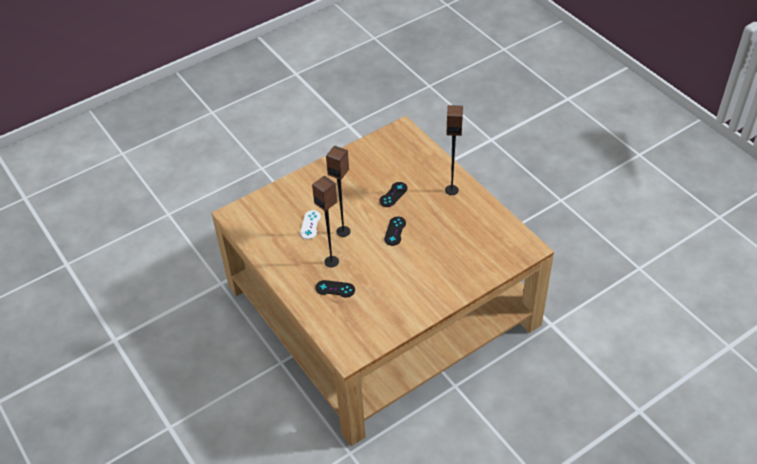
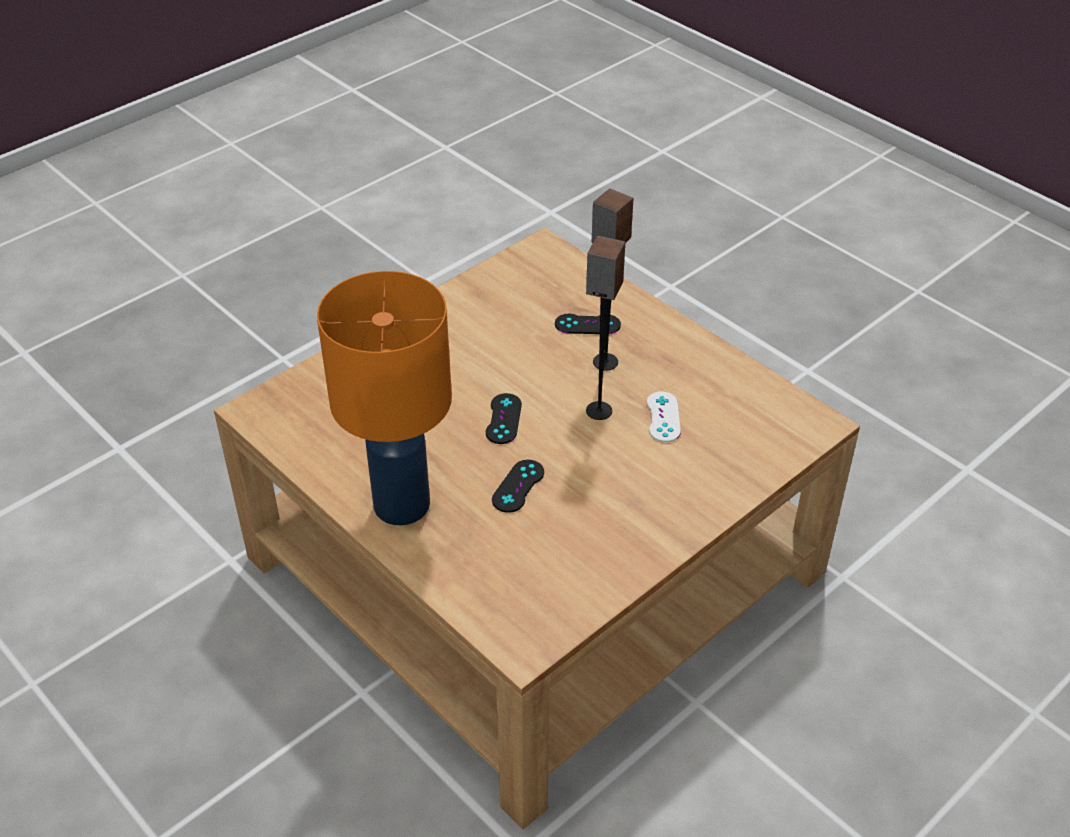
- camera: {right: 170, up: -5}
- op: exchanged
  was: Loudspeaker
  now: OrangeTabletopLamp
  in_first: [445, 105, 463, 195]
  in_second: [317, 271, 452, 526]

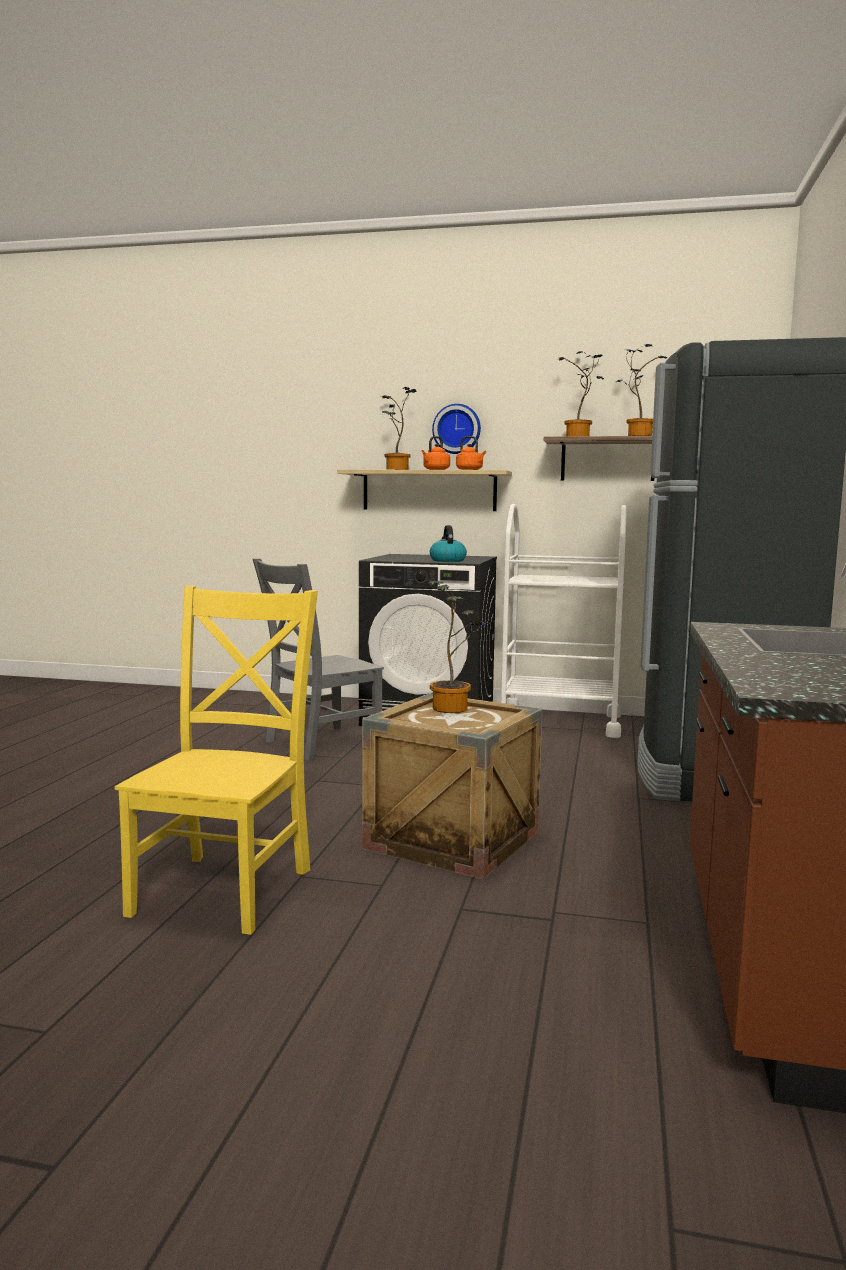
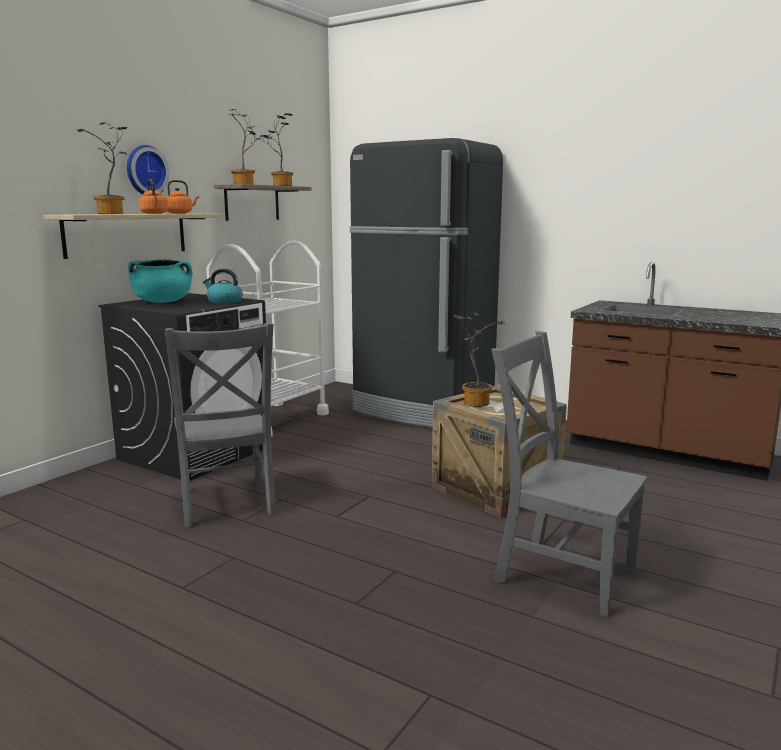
- camera: {right: -70, up: 5}
- op: colour
  was: YellowChair
  now: GreyChair
  in_first: [115, 586, 318, 935]
  in_second: [492, 331, 647, 617]
- op: appeared
  now: TurquoiseCookingPot
  in_second: [128, 259, 193, 303]

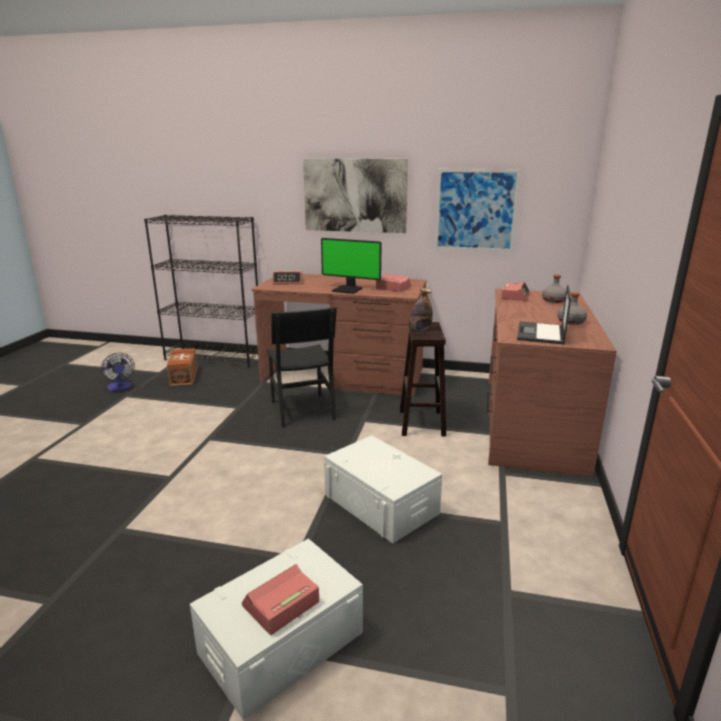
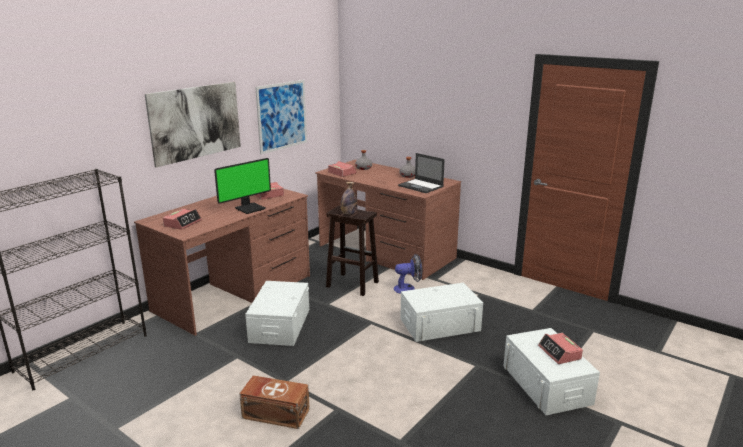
- camera: {right: -65, up: 0}
- op: exchanged
  was: BlackColouredChair
  now: WhiteStorageContainer
  in_first: [267, 307, 337, 428]
  in_second: [245, 281, 309, 346]
- op: relocated
  was: BrownishStorageContainer
  in_first: [167, 348, 197, 386]
  in_second: [239, 375, 310, 429]
- op: relocated
  was: Fan
  in_first: [101, 353, 135, 391]
  in_second: [394, 254, 422, 294]

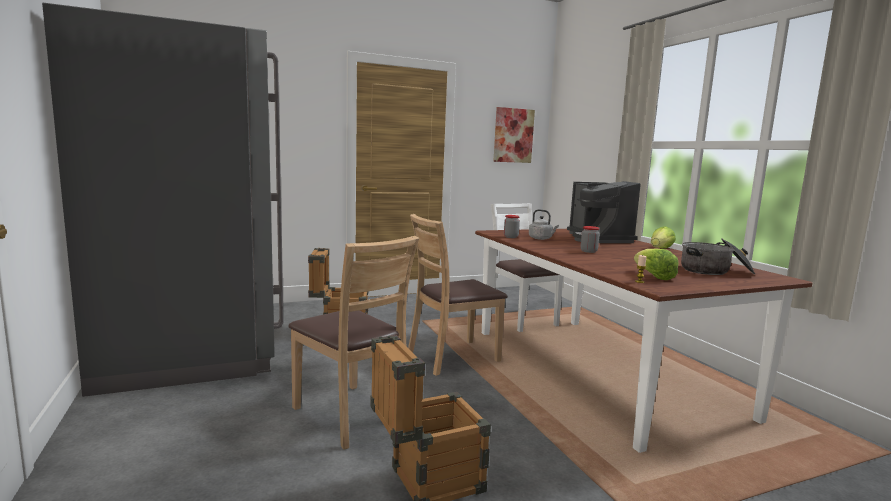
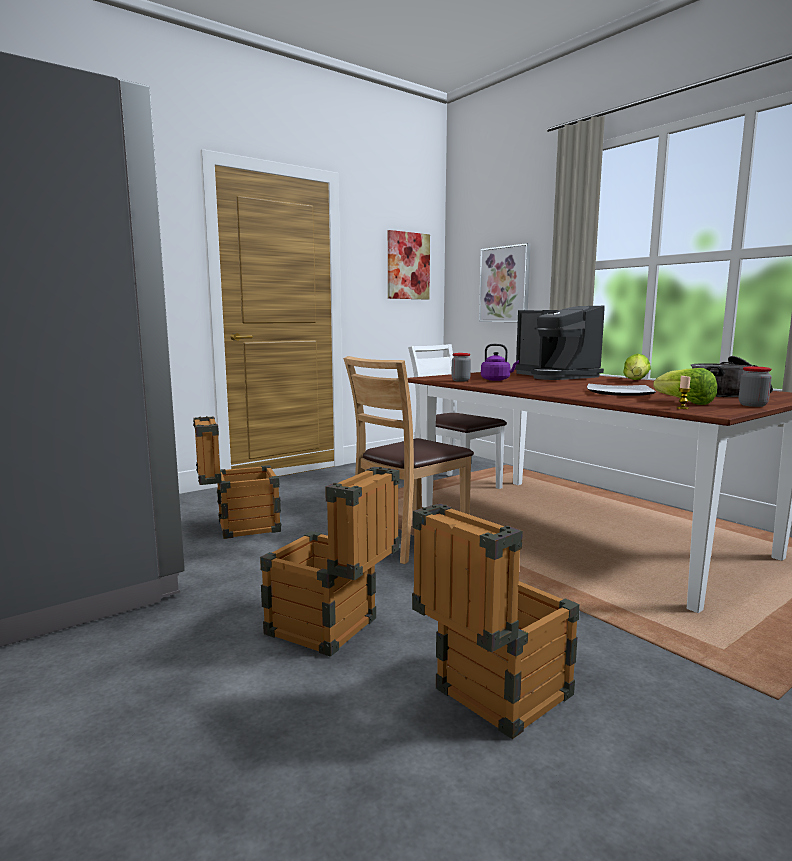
- camera: {right: -15, up: 0}
- op: colour
  was: GreyKettle
  now: PurpleKettle
  in_first: [529, 209, 559, 240]
  in_second: [481, 344, 519, 381]
- op: relocated
  was: Jar
  in_first: [580, 226, 600, 253]
  in_second: [739, 366, 772, 407]
- op: exchanged
  was: BrownishChair
  now: Crate
  in_first: [288, 236, 419, 450]
  in_second: [260, 467, 400, 657]
- op: appeared
  now: WallPicture
  in_second: [479, 243, 531, 322]
- op: appeared
  now: Plate
  in_second: [587, 384, 656, 396]

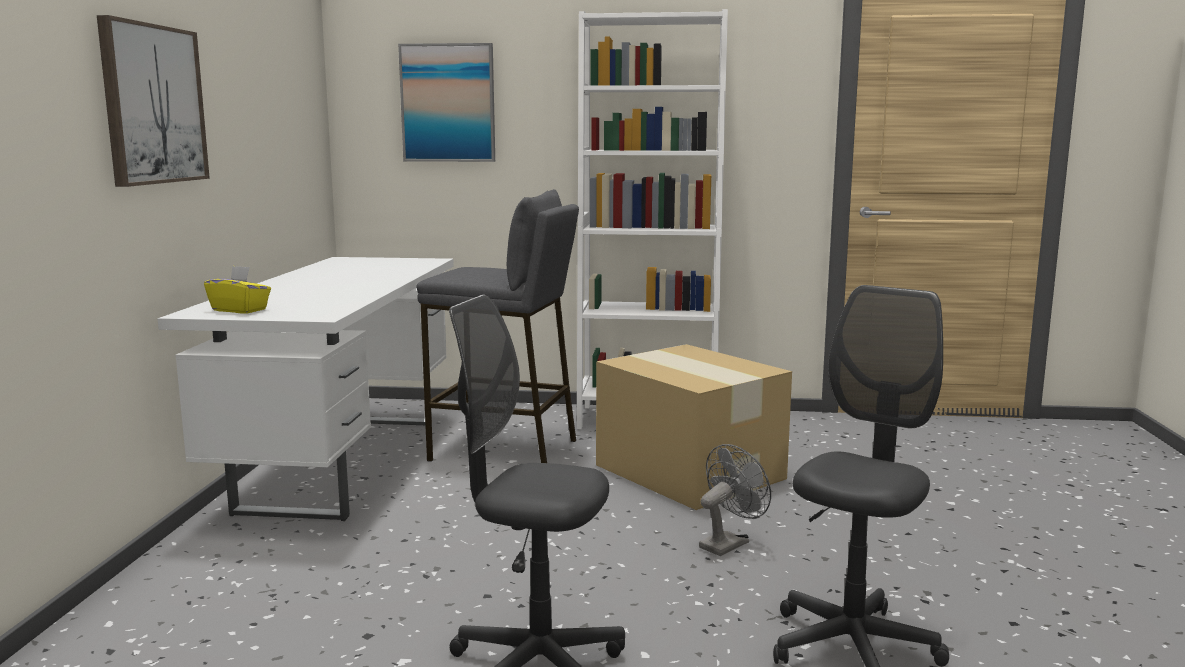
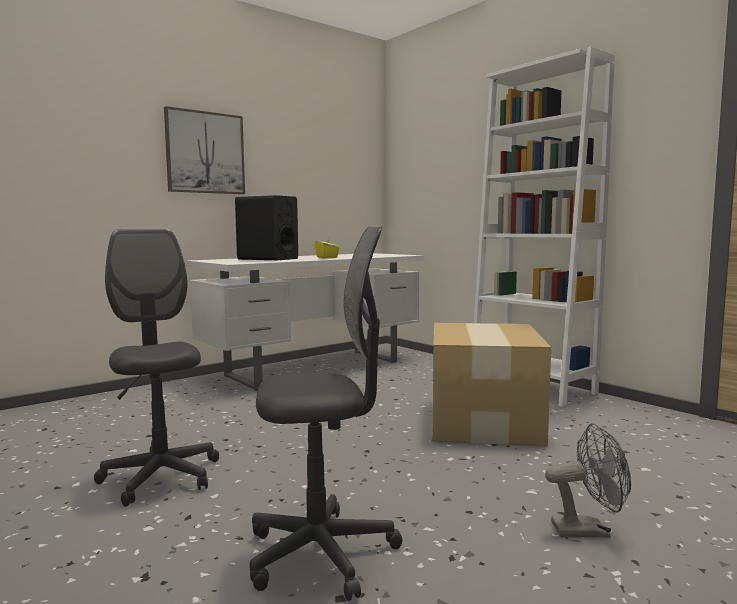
- camera: {right: 45, up: -5}
- op: missing
  was: WallPicture
  in_first: [398, 43, 495, 162]
- op: missing
  was: GreyStoolSeat
  in_first: [416, 189, 579, 463]
- op: relocated
  was: YellowTissueHolder
  in_first: [204, 266, 271, 314]
  in_second: [315, 235, 340, 258]
- op: relocated
  was: GreyFan
  in_first: [699, 444, 771, 556]
  in_second: [545, 423, 631, 538]
- op: appeared
  now: BlackColouredLoudspeaker
  in_second: [235, 195, 298, 260]

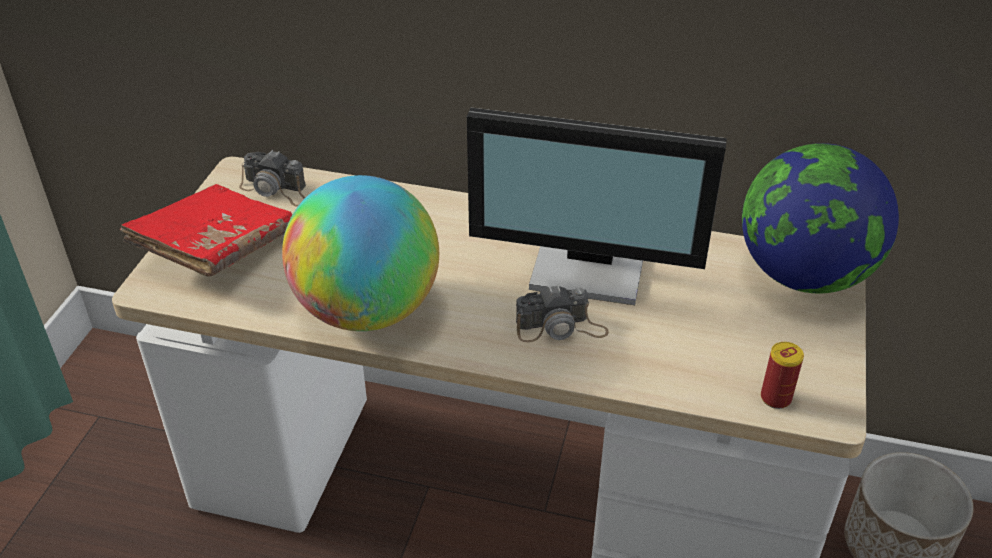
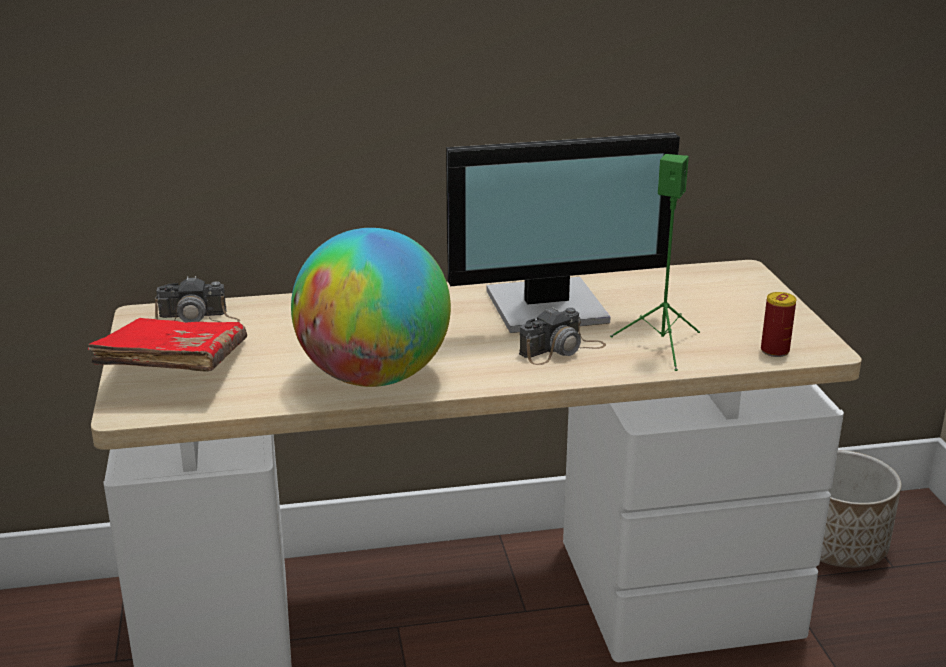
- camera: {right: -25, up: -15}
- op: missing
  was: Globe
  in_first: [742, 143, 899, 294]
- op: appeared
  now: GreenLoudspeaker
  in_second: [610, 154, 700, 371]

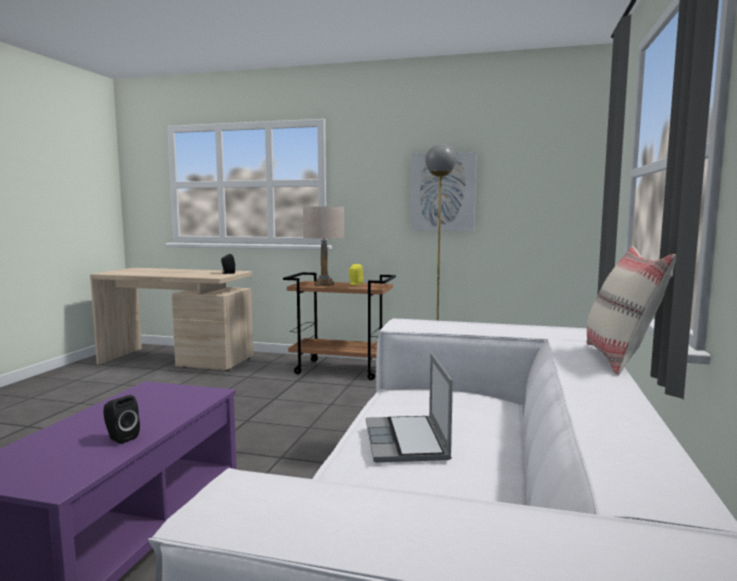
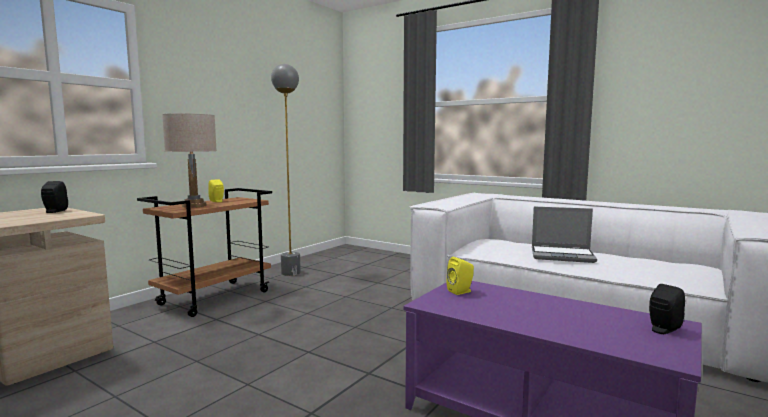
- camera: {right: -70, up: 0}
- op: missing
  was: WallPicture
  in_first: [411, 152, 477, 231]
- op: missing
  was: BeigeColouredPillow
  in_first: [587, 246, 676, 375]
- op: relocated
  was: BlackColouredLoudspeaker
  in_first: [104, 395, 140, 444]
  in_second: [649, 284, 685, 334]
- op: appeared
  now: YellowLoudspeaker
  in_second: [446, 257, 474, 295]

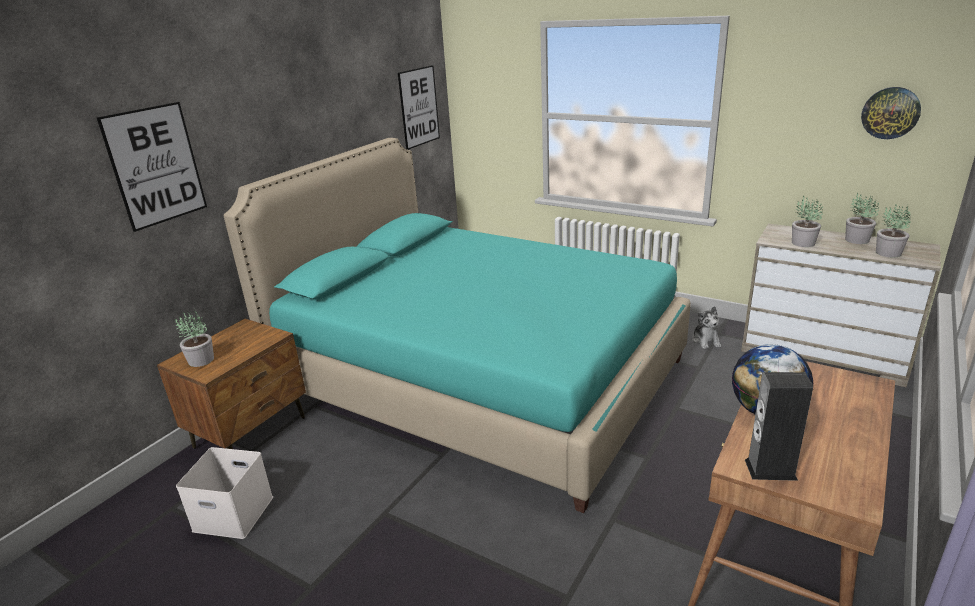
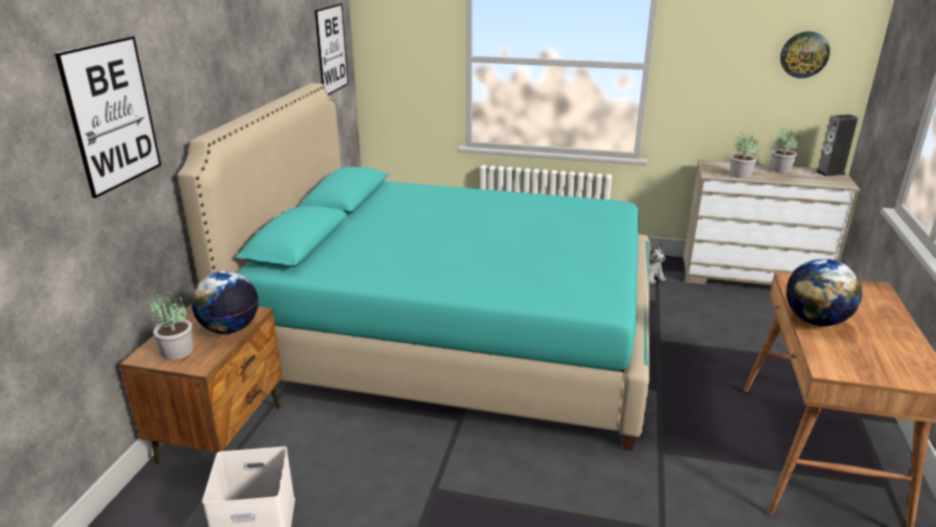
- camera: {right: -20, up: 0}
- op: missing
  was: PottedPlant
  in_first: [876, 205, 911, 258]
- op: relocated
  was: Loudspeaker
  in_first: [745, 372, 813, 481]
  in_second: [816, 114, 858, 176]
- op: appeared
  now: Globe
  in_second: [192, 271, 258, 334]

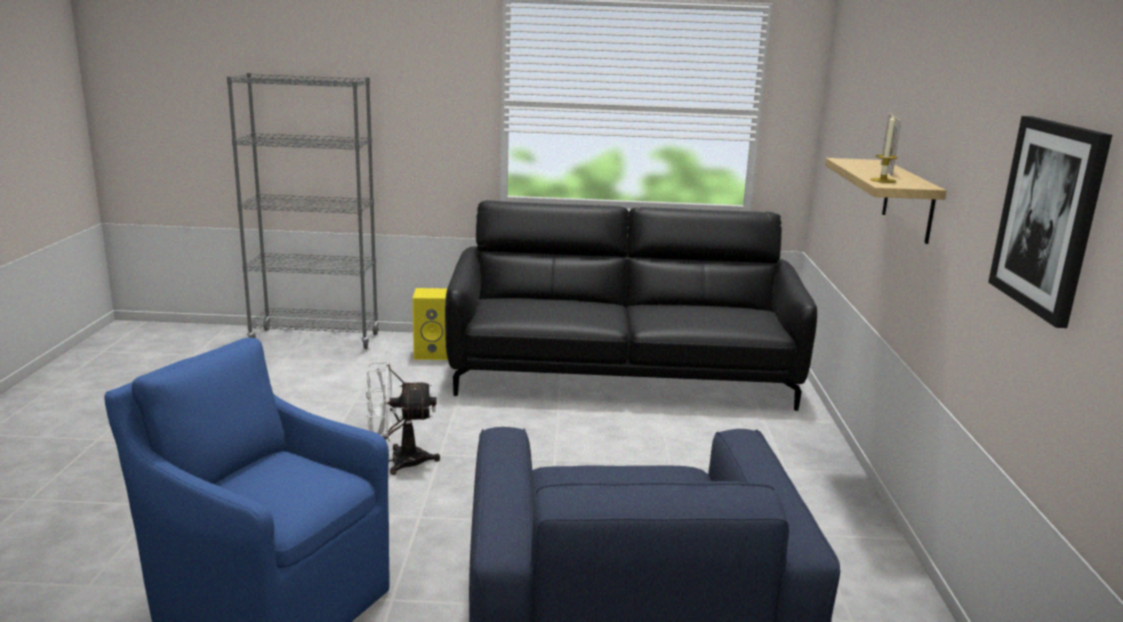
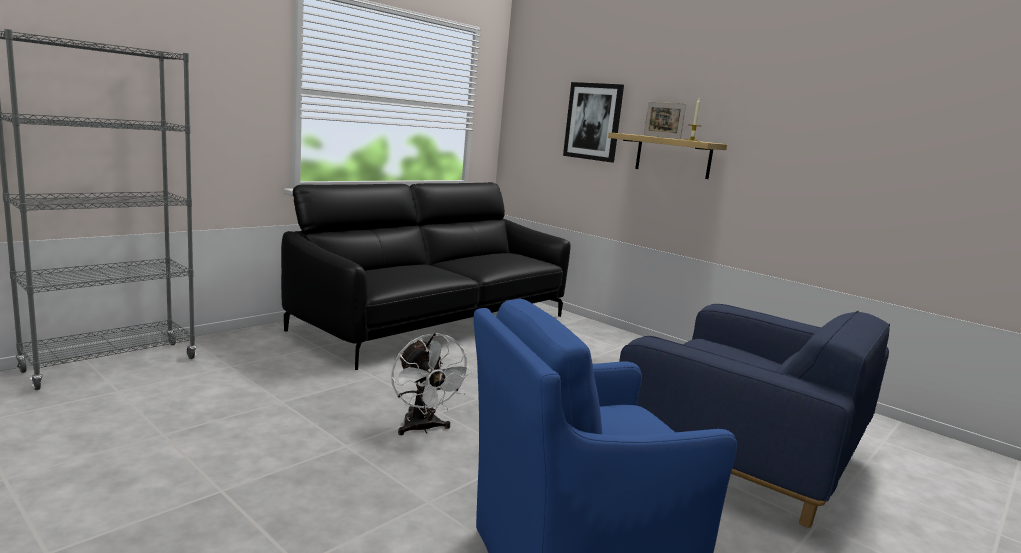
- camera: {right: -50, up: -5}
- op: relocated
  was: WallPicture
  in_first: [988, 116, 1112, 328]
  in_second: [563, 82, 624, 163]
- op: missing
  was: YellowLoudspeaker
  in_first: [413, 288, 448, 360]
- op: spun
  was: WhiteFan
  in_first: [366, 362, 440, 475]
  in_second: [391, 333, 473, 435]
  clockwise: -60

